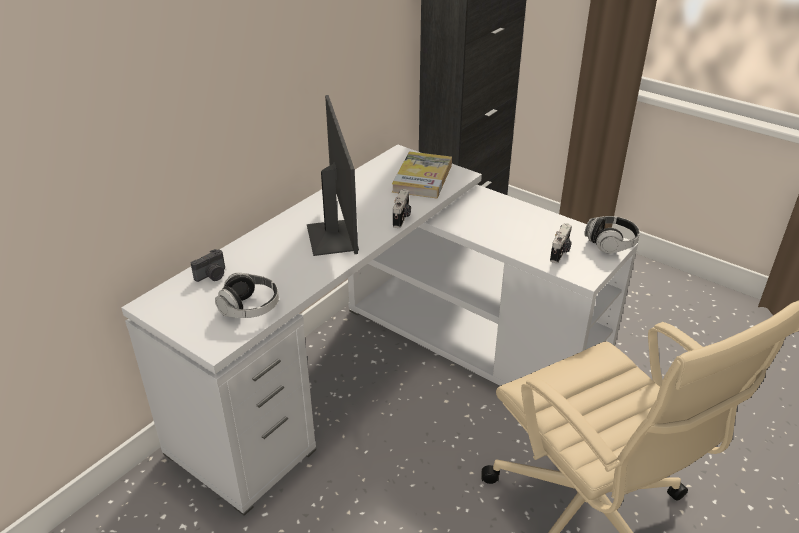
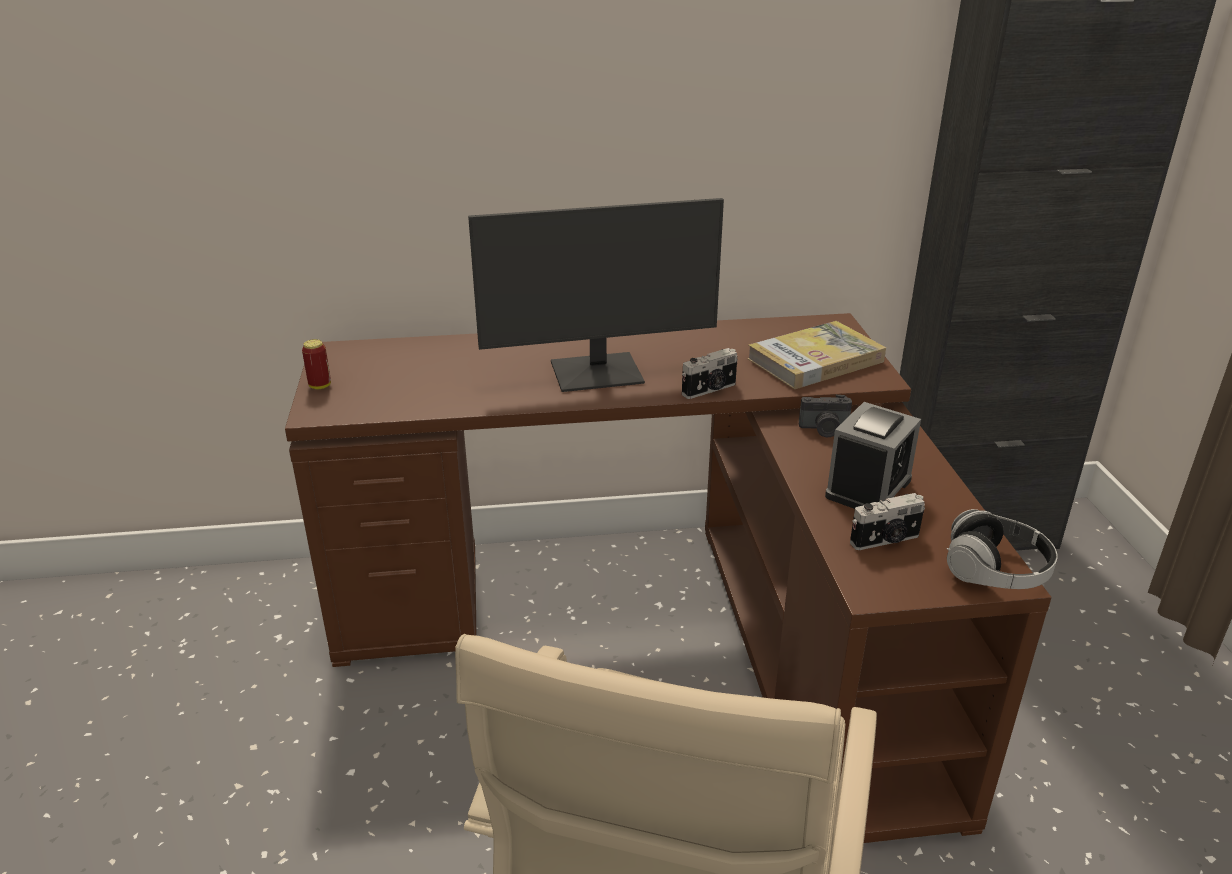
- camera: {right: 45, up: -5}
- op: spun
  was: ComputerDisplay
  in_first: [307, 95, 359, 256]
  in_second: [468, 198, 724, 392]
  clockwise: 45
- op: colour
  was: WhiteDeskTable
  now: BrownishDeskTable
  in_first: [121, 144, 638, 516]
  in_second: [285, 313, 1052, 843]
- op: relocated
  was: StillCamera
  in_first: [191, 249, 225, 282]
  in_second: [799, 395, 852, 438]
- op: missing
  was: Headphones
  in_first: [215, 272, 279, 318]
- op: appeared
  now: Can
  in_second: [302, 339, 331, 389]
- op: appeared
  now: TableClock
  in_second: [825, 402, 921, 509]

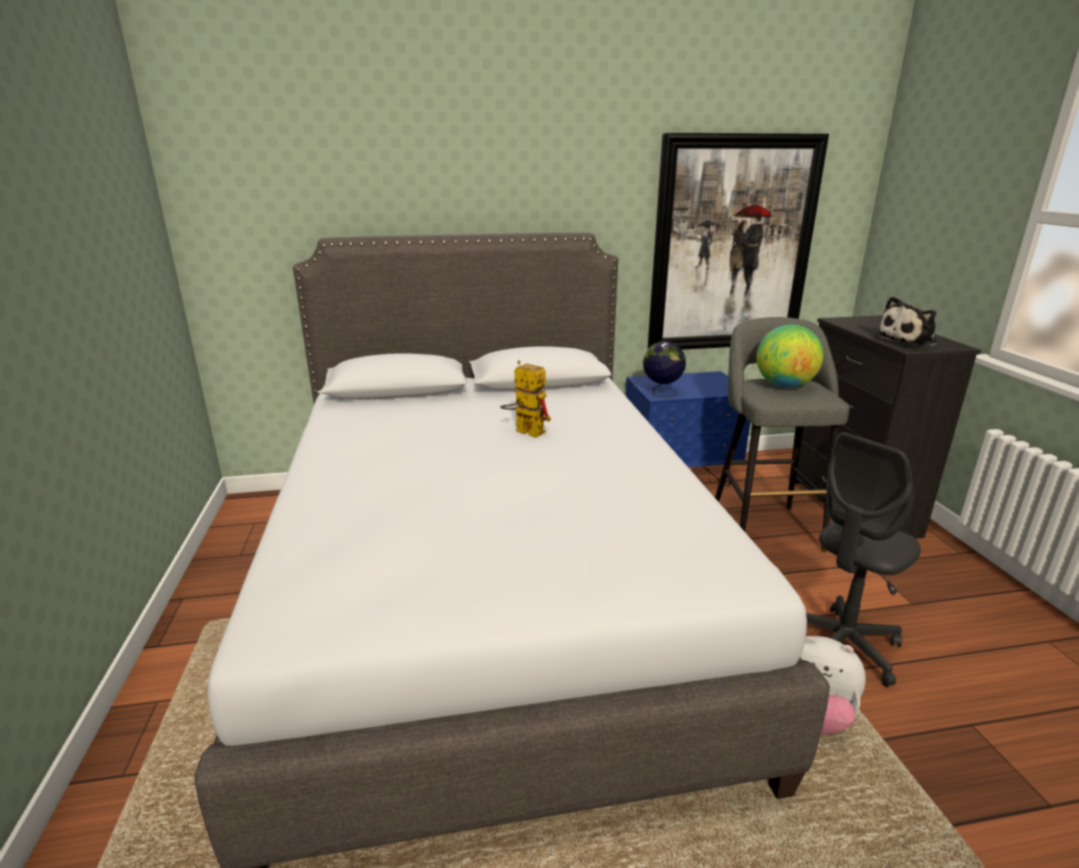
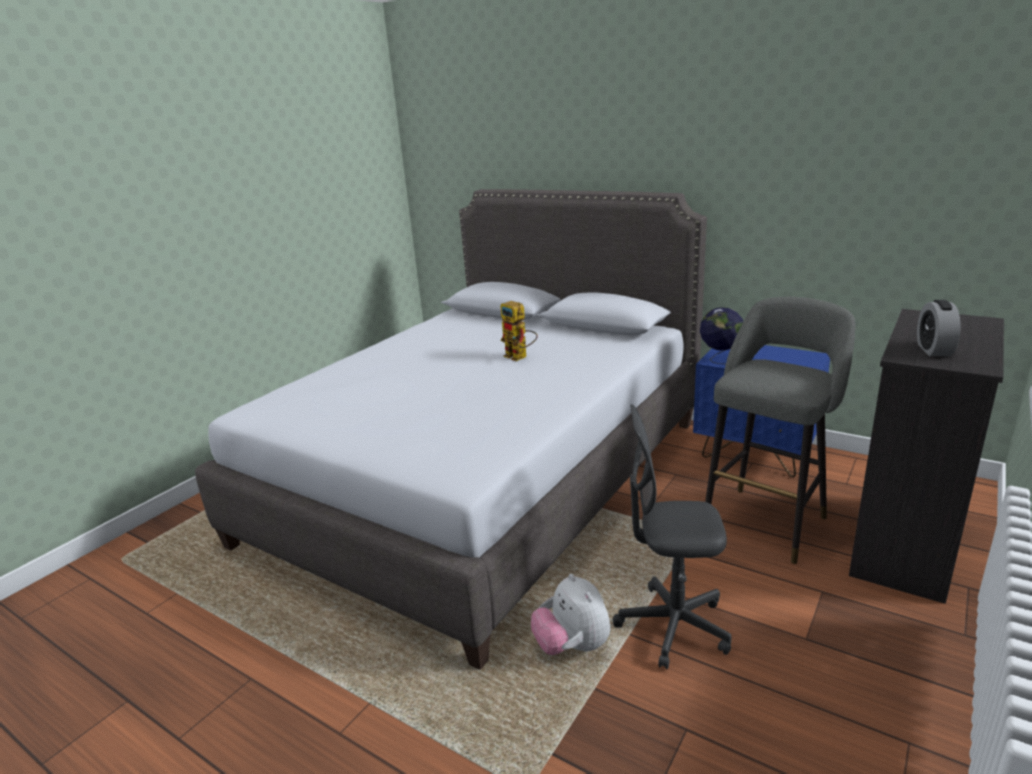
- camera: {right: 45, up: 0}
- op: missing
  was: WallPicture
  in_first: [648, 133, 829, 350]
- op: exchanged
  was: CuddlyToy
  now: TableClock
  in_first: [874, 297, 939, 347]
  in_second: [917, 300, 961, 356]
- op: missing
  was: Globe
  in_first: [756, 325, 824, 388]
- op: spun
  was: ModelRobot
  in_first: [500, 360, 551, 438]
  in_second: [500, 301, 538, 361]
  clockwise: 150

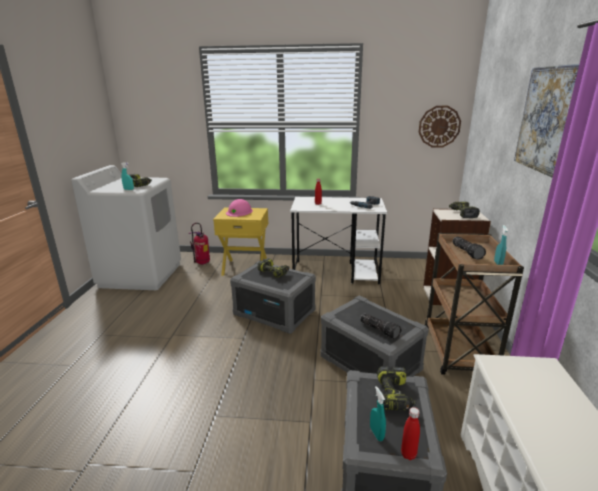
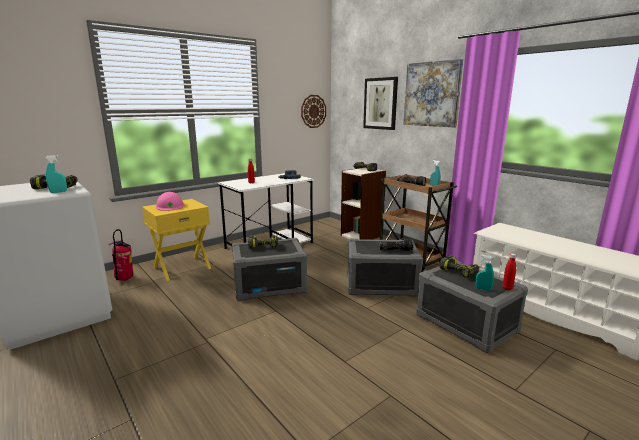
- camera: {right: -45, up: -5}
- op: appeared
  now: WallPicture
  in_second: [363, 77, 398, 130]

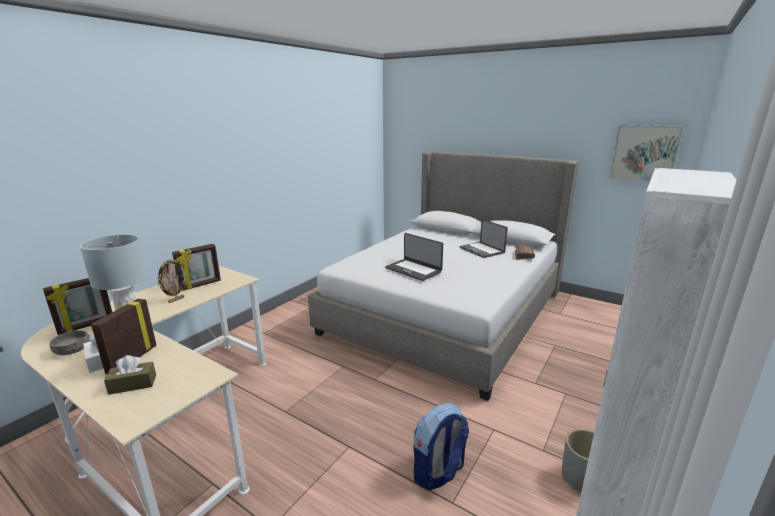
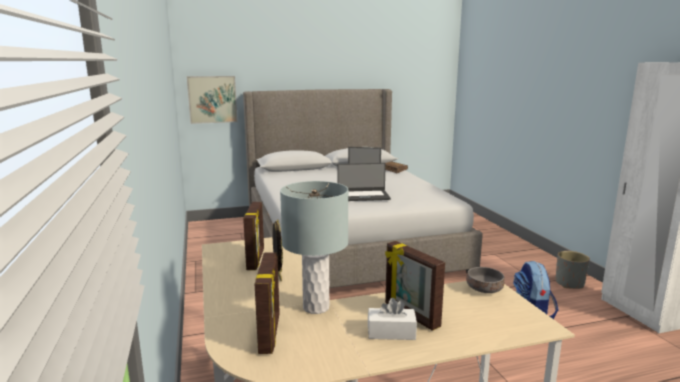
- camera: {right: -50, up: -5}
- op: relocated
  was: WallPicture
  in_first: [609, 125, 684, 182]
  in_second: [187, 76, 238, 124]
- op: relocated
  was: GreyBowl
  in_first: [49, 330, 90, 355]
  in_second: [466, 267, 505, 293]
- op: missing
  was: BrownishTissueHolder
  in_first: [104, 355, 156, 395]

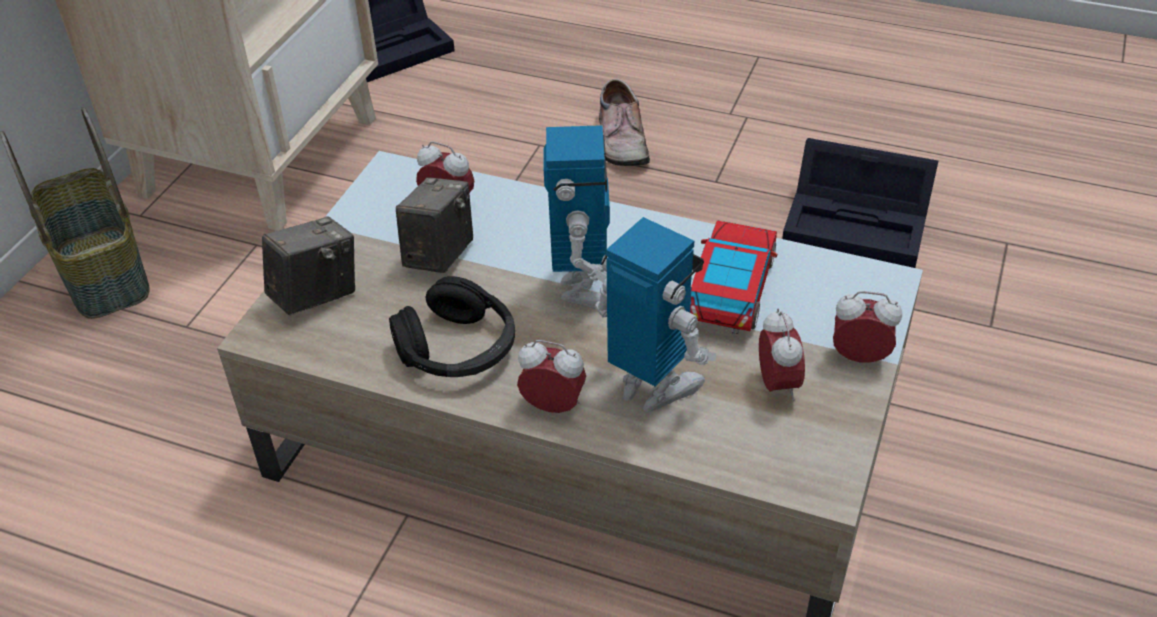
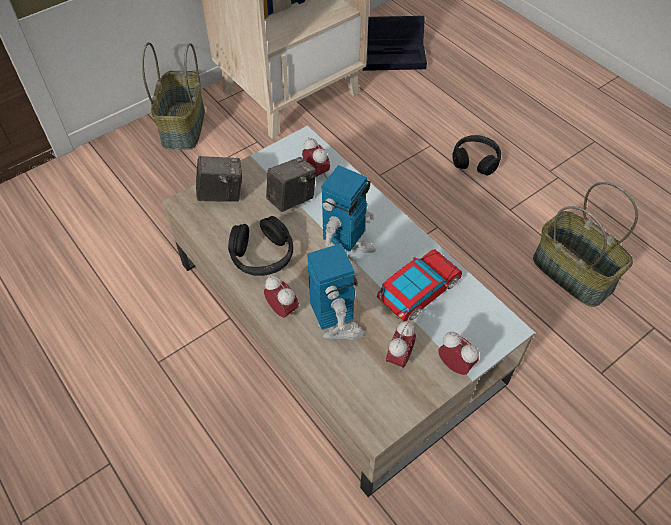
- camera: {right: 30, up: 10}
- op: exchanged
  was: Shoe
  now: BlackColouredHeadphones
  in_first: [599, 79, 650, 166]
  in_second: [452, 135, 501, 175]
- op: exchanged
  was: BlackColouredStorageContainer
  now: HouseholdBasket
  in_first: [782, 138, 938, 268]
  in_second: [533, 182, 638, 307]

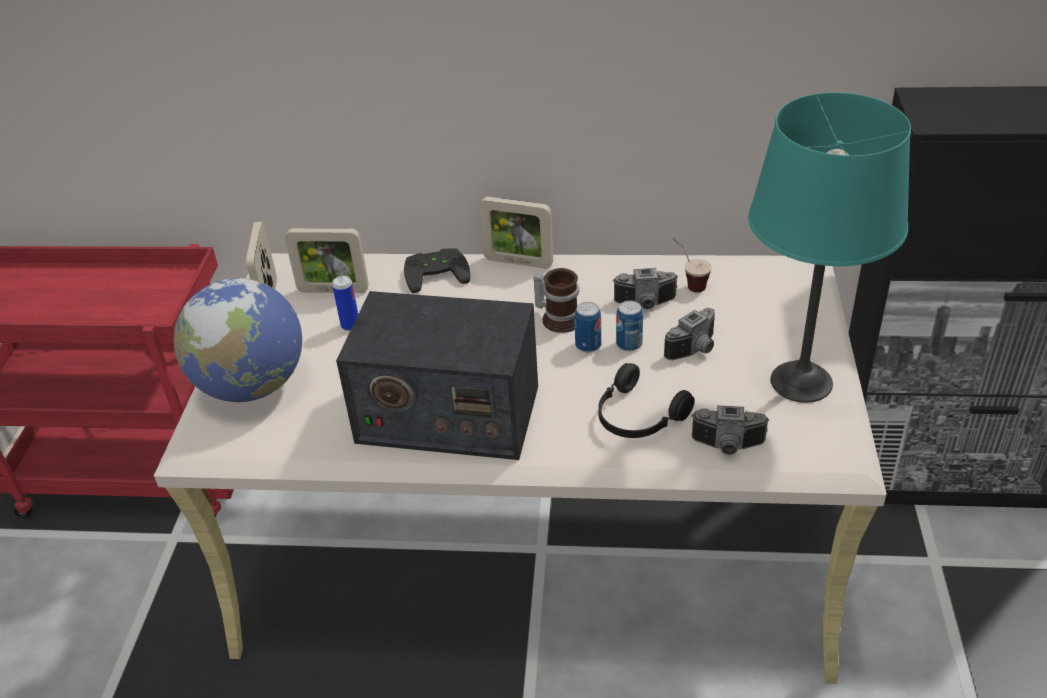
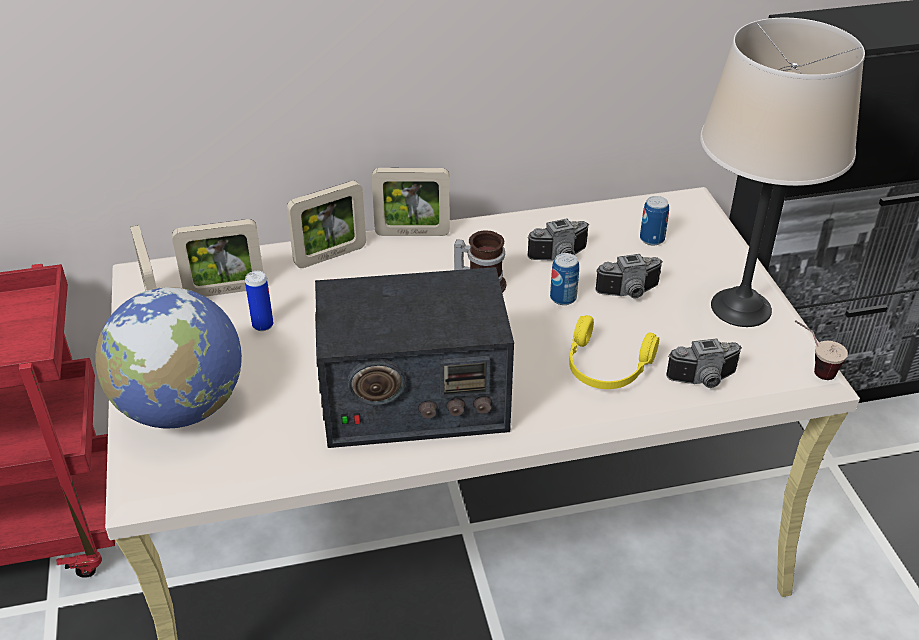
- camera: {right: -20, up: 0}
- op: colour
  was: TurquoiseTabletopLamp
  now: BeigeColouredTabletopLamp
  in_first: [748, 92, 911, 403]
  in_second: [700, 18, 865, 327]
- op: relocated
  was: Cup
  in_first: [672, 238, 712, 292]
  in_second: [795, 320, 848, 380]
- op: exchanged
  was: BlackColouredGamepad
  now: StandingFrame
  in_first: [404, 249, 470, 293]
  in_second: [287, 181, 366, 268]
- op: relocated
  was: Can
  in_first: [575, 302, 601, 352]
  in_second: [640, 196, 669, 245]
- op: spun
  was: StillCamera
  in_first: [664, 308, 715, 360]
  in_second: [595, 254, 663, 299]
  clockwise: 45
- op: colour
  was: BlackColouredHeadphones
  now: YellowHeadphones
  in_first: [598, 363, 695, 438]
  in_second: [569, 315, 659, 389]

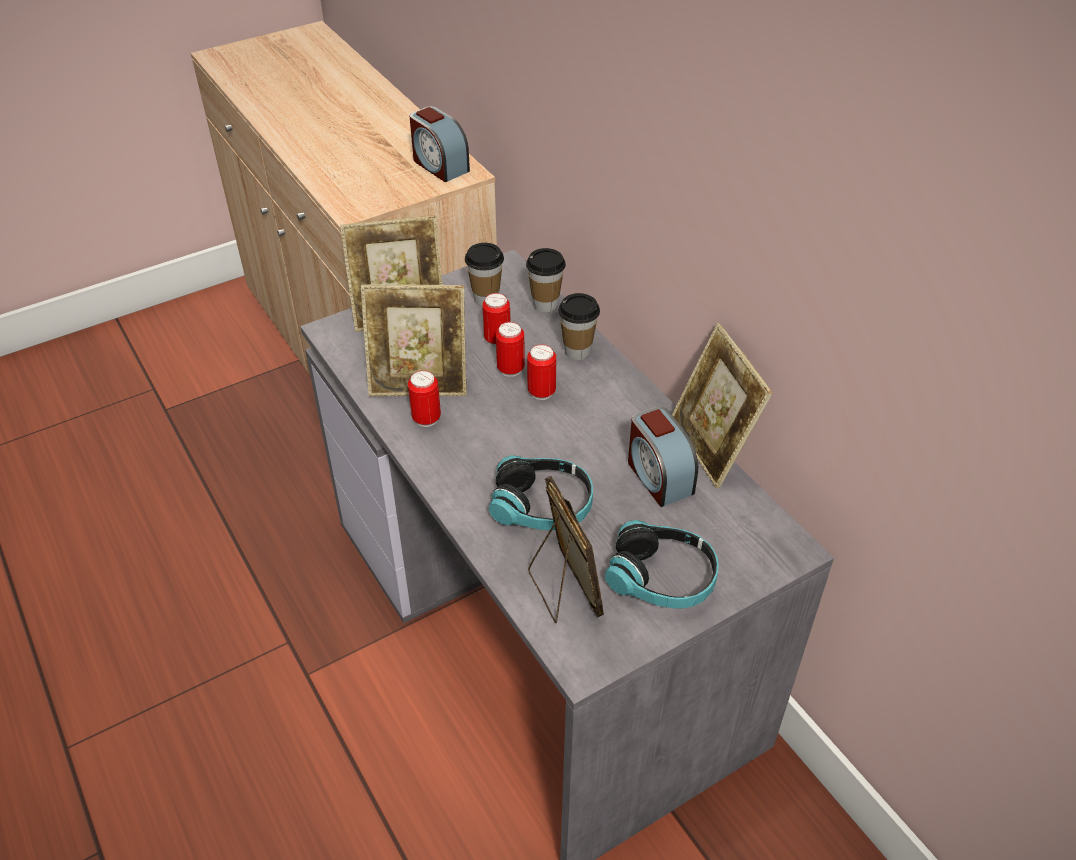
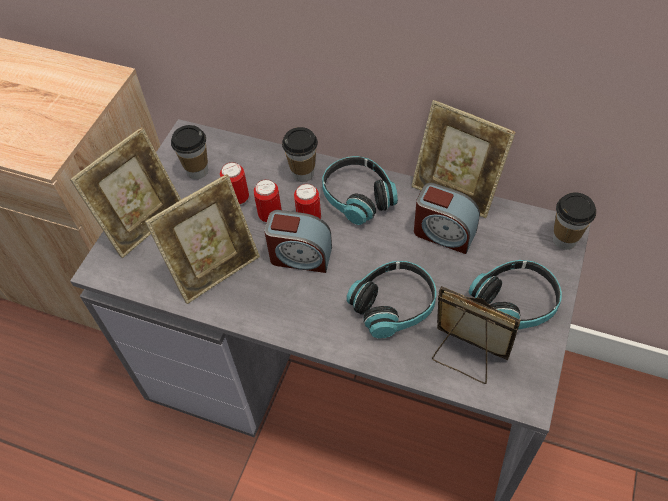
- camera: {right: -35, up: 10}
- op: relocated
  was: TableClock
  in_first: [410, 106, 470, 182]
  in_second: [264, 210, 332, 273]
- op: relocated
  was: Cup
  in_first: [526, 248, 566, 313]
  in_second: [553, 192, 596, 250]
- op: missing
  was: Can
  in_first: [408, 370, 441, 427]
- op: appeared
  now: Headphones
  in_second: [322, 156, 398, 225]

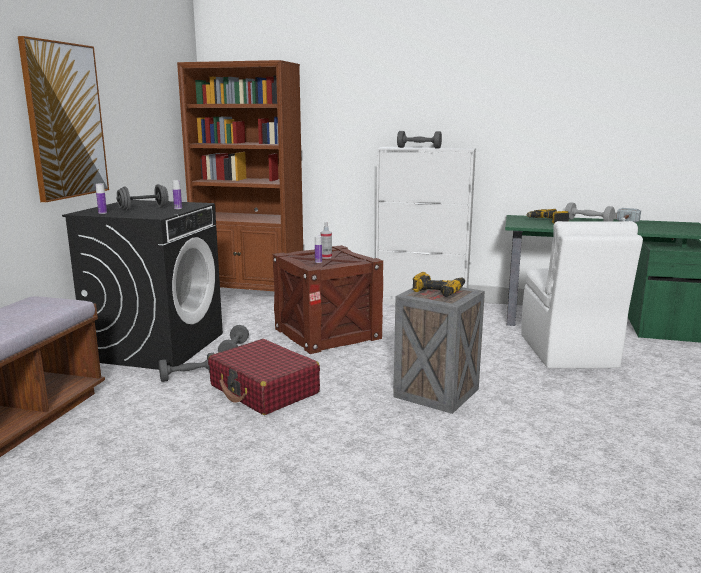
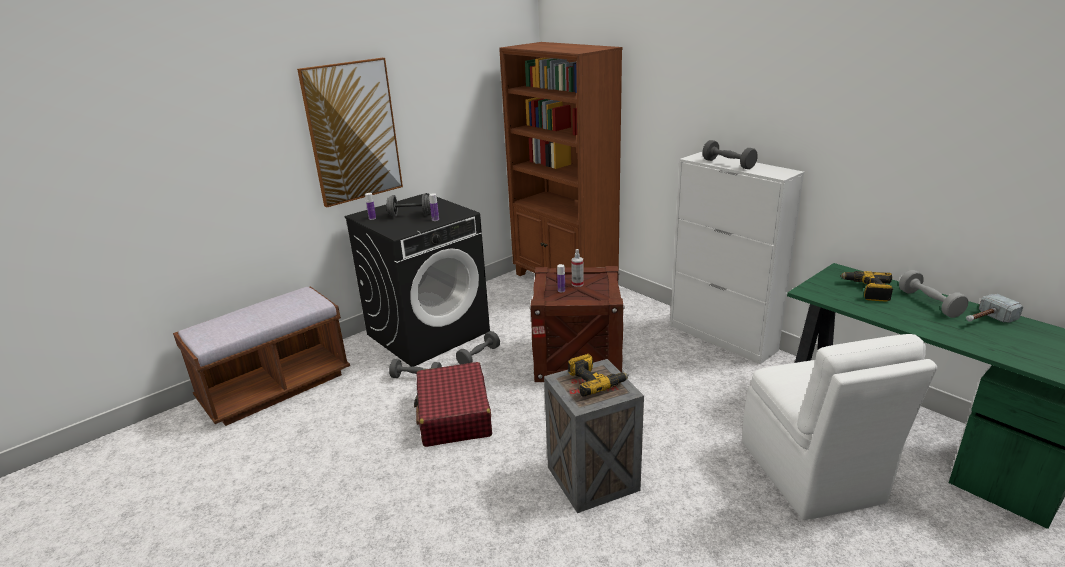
- camera: {right: 35, up: 10}
- op: spun
  was: WhiteChair
  in_first: [521, 221, 643, 368]
  in_second: [742, 334, 937, 520]
  clockwise: -45

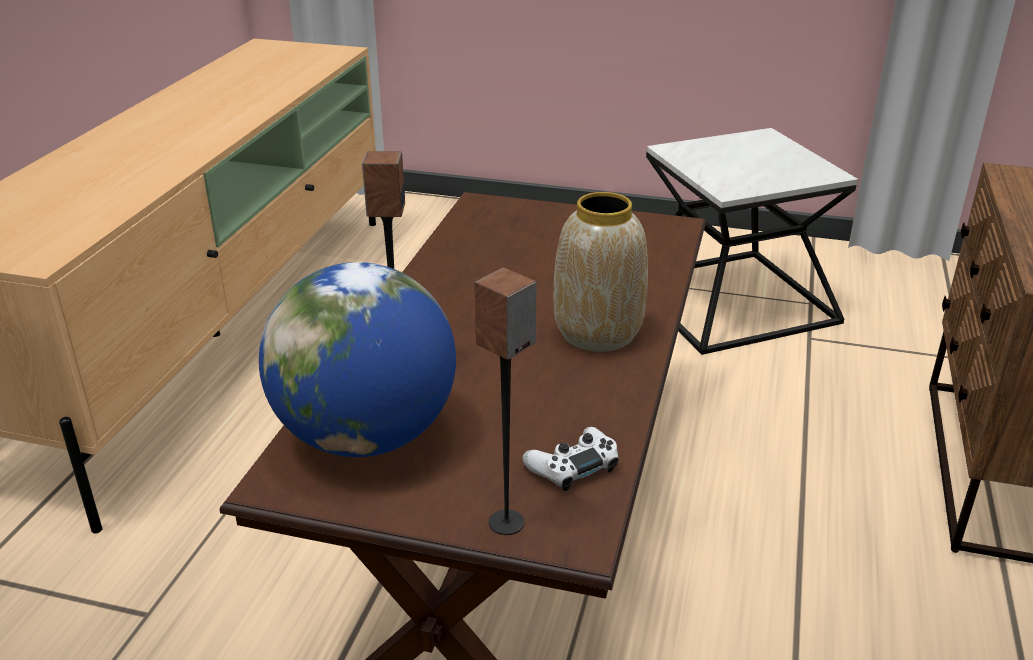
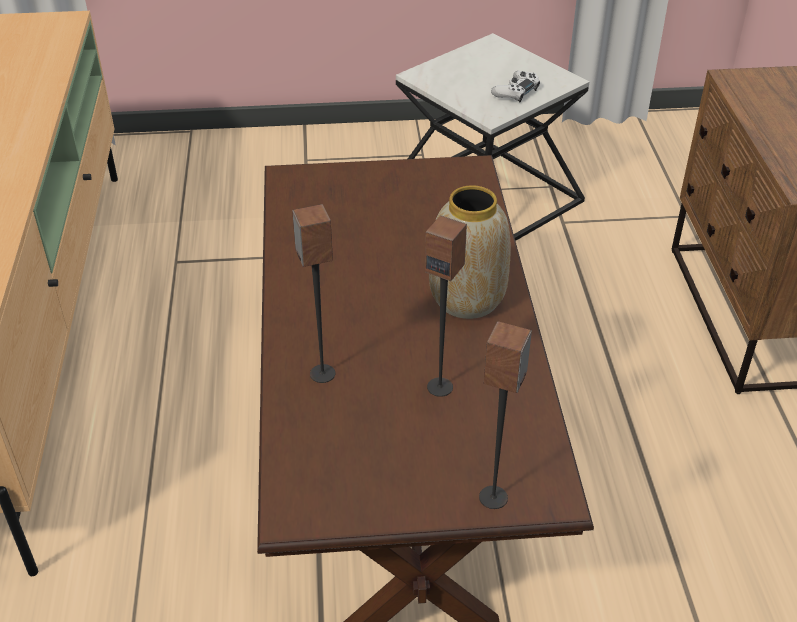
- camera: {right: -20, up: 10}
- op: missing
  was: Globe
  in_first: [259, 262, 456, 457]
- op: relocated
  was: WhiteGamepad
  in_first: [522, 427, 619, 491]
  in_second: [491, 70, 540, 102]
- op: appeared
  now: Loudspeaker
  in_second: [425, 215, 467, 397]

